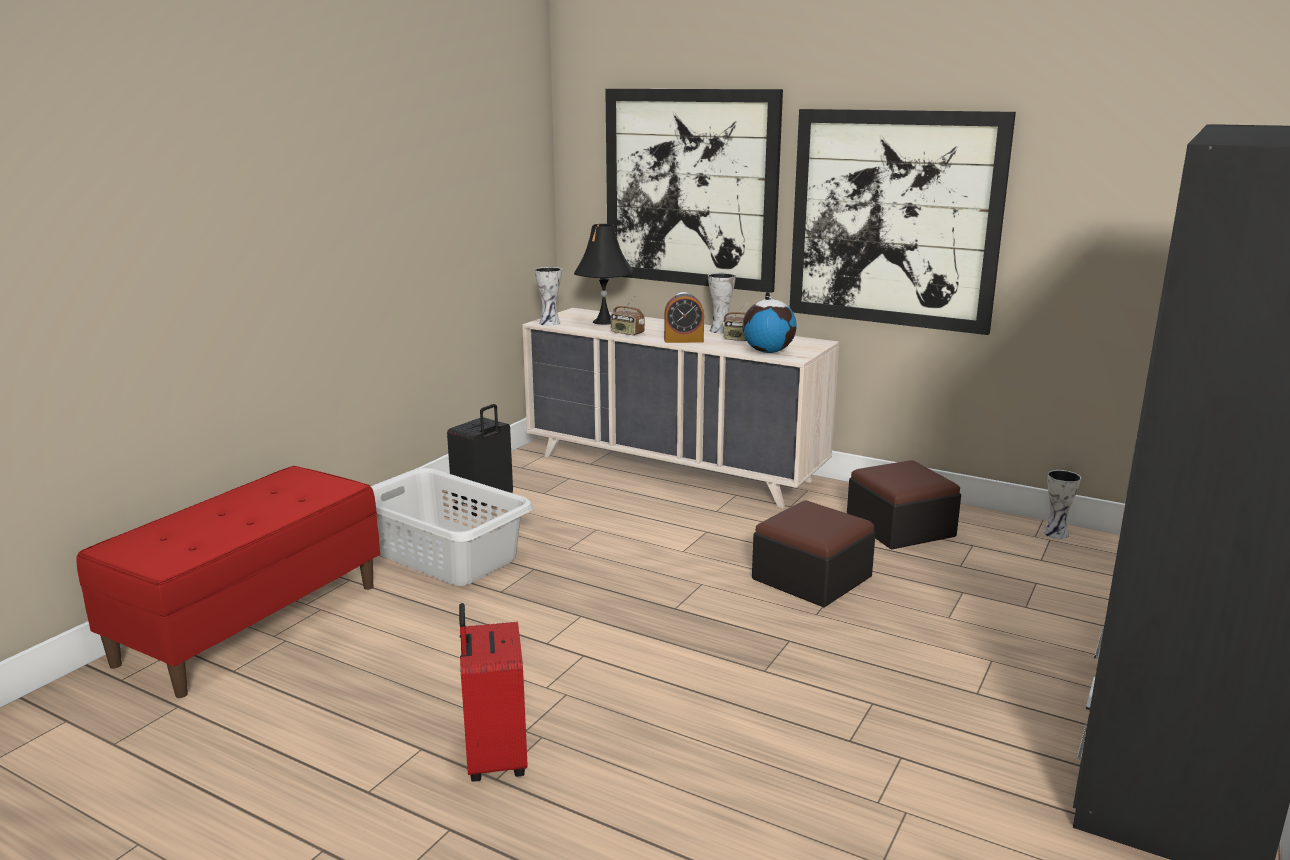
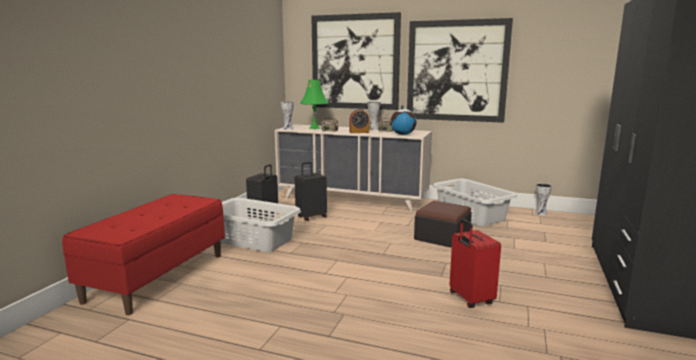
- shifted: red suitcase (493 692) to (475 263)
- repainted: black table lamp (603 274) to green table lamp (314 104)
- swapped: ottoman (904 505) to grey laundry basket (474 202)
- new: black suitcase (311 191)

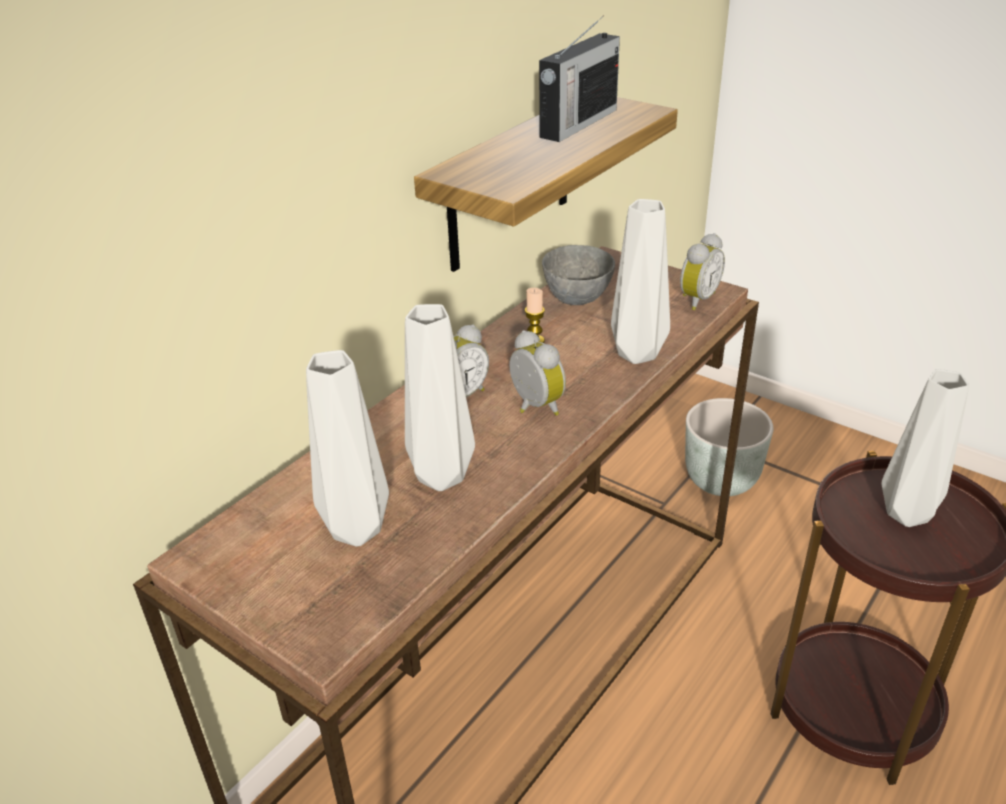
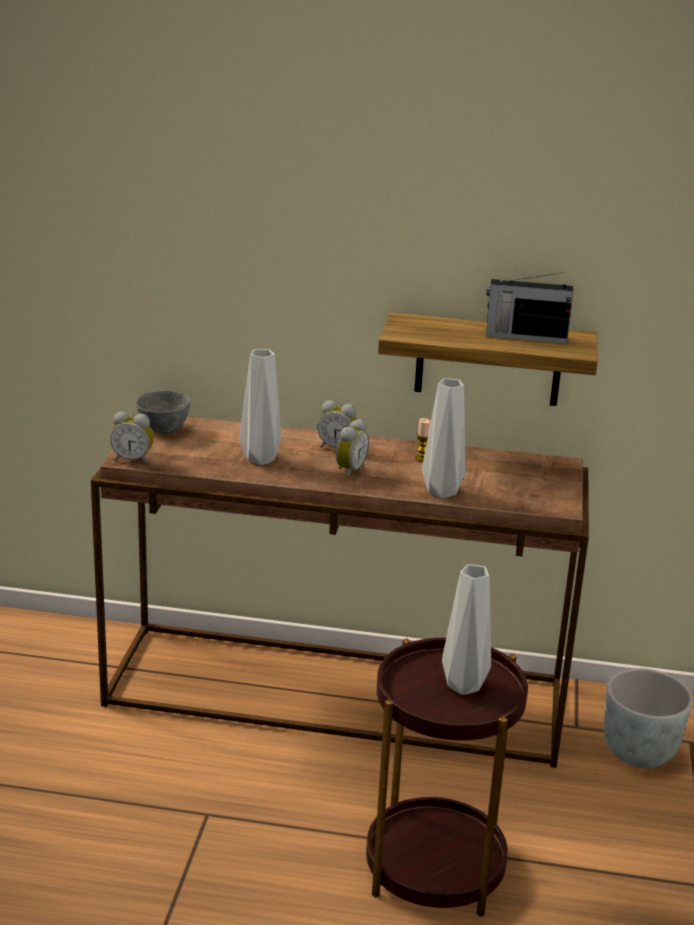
- gone: grey vase (347 448)
- shifted: grey bowl (578 275) to (163 412)
- shifted: alarm clock (702 271) to (132 438)

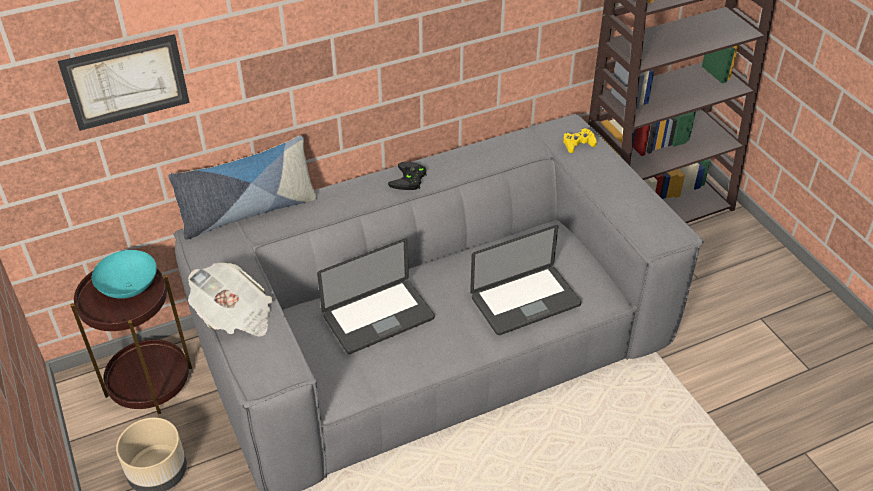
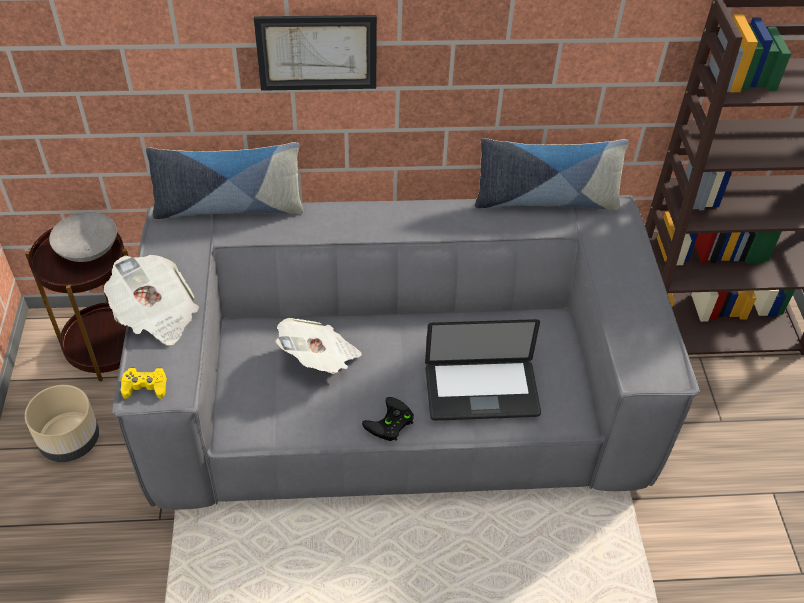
- shifted: picture (124 82) to (315 53)
- repainted: turquoise bowl (124 274) to grey bowl (83 237)
- swapped: laptop (376 296) to newspaper (318 346)
- shifted: black game controller (407 175) to (388 419)
- shifted: yellow game controller (580 140) to (144 383)
- new: pillow (552 174)

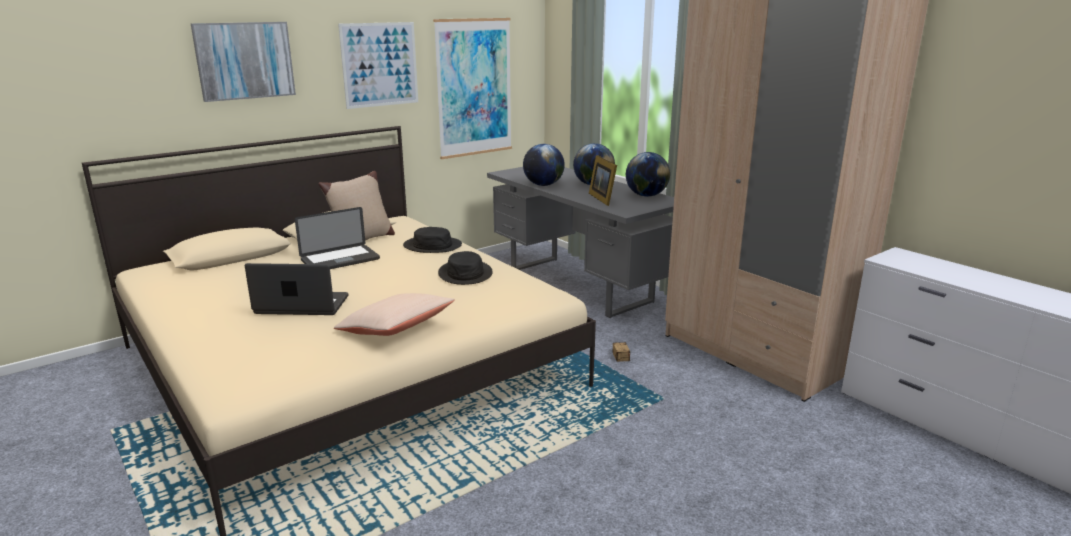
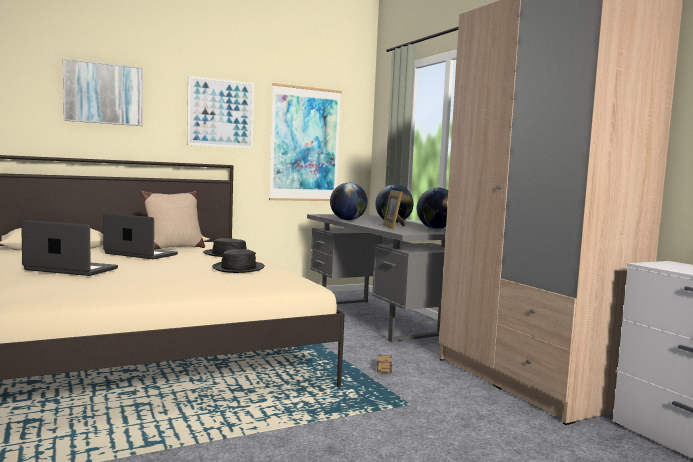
- rotated: laptop (337 238) = (140 236) 135 degrees counterclockwise
- gone: beige pillow (394 314)

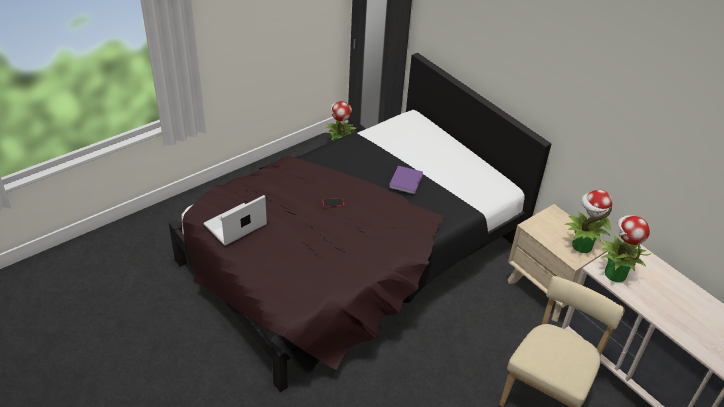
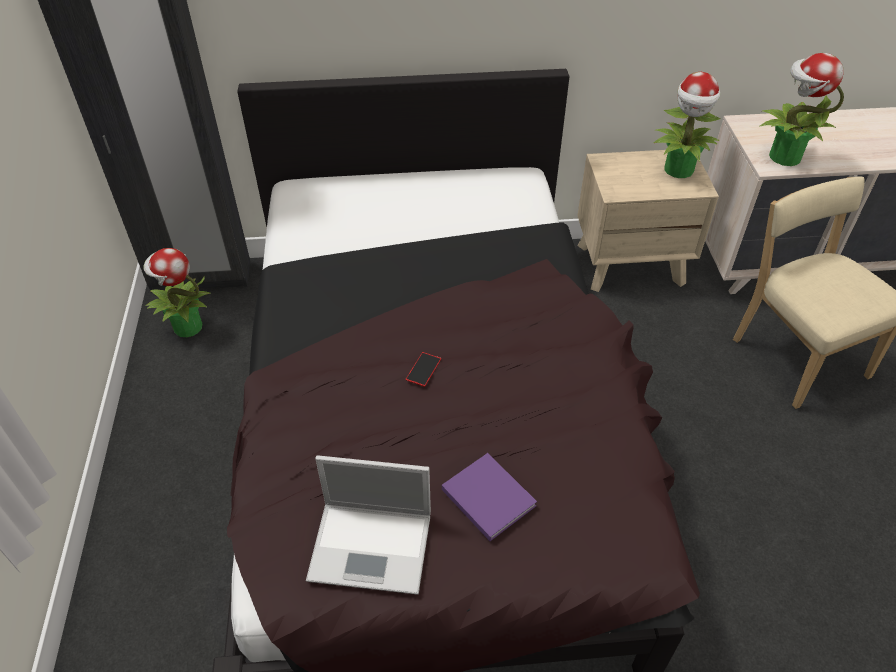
- rotated: laptop (235 220) = (368 525) 75 degrees counterclockwise
- shifted: purple book (406 180) to (489 497)

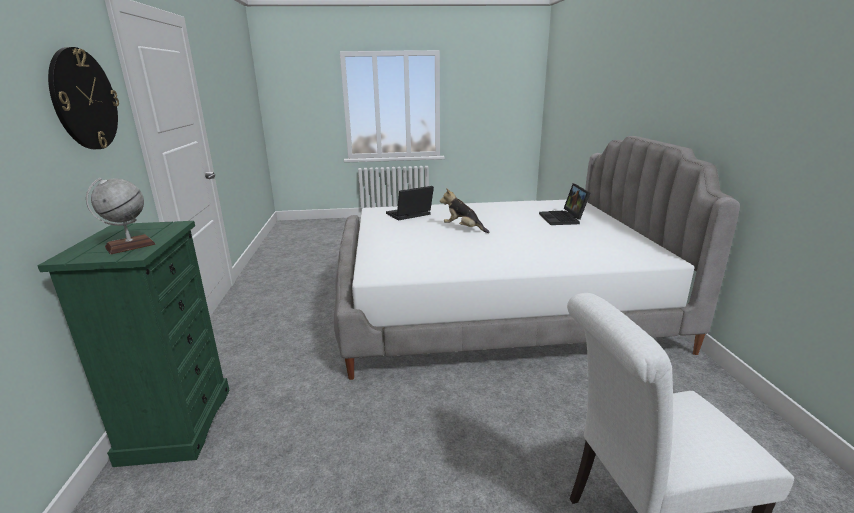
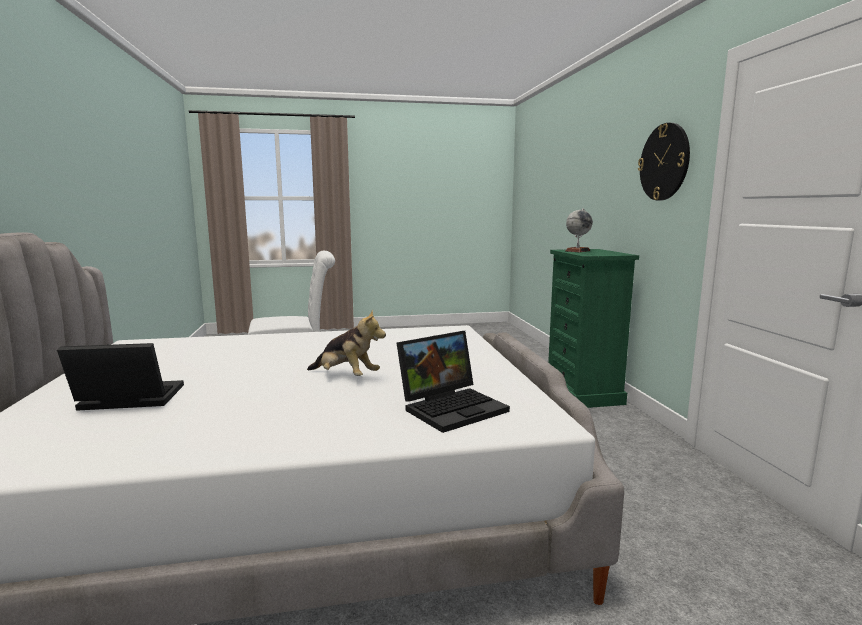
- rotated: laptop (564 204) = (120 377) 90 degrees counterclockwise

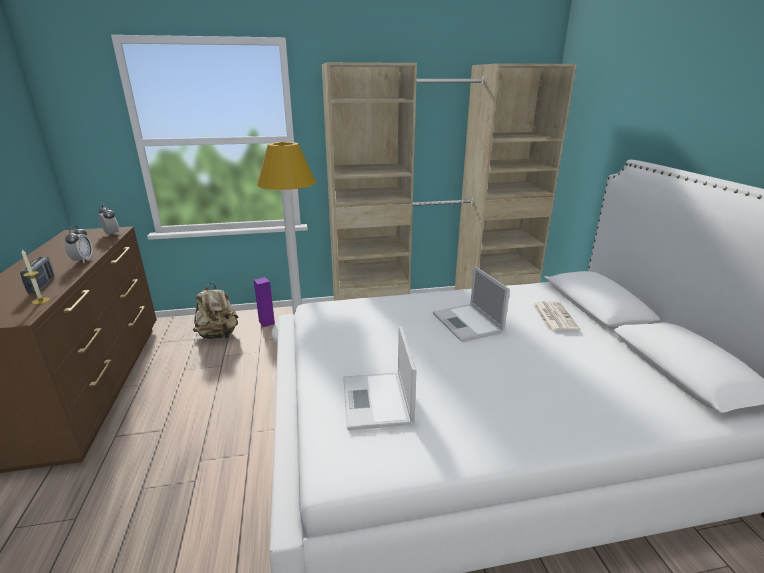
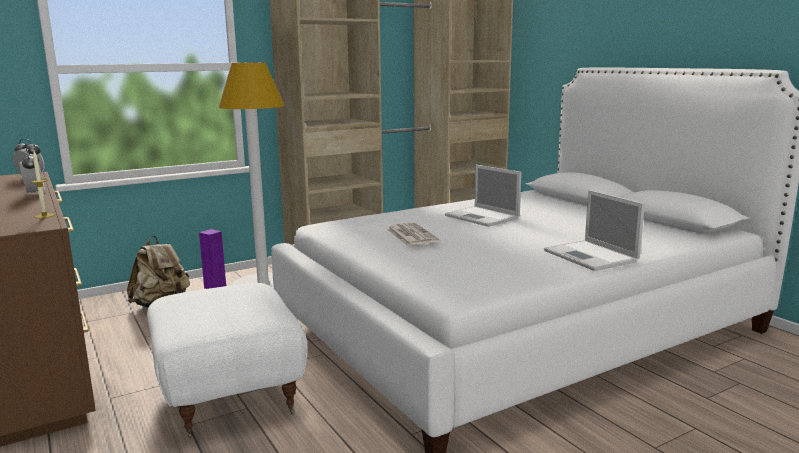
- gone: radio (37 275)
- shifted: laptop (380 378) to (594 230)
- shifted: newspaper (556 316) to (413 234)
- new: white ottoman (227 360)

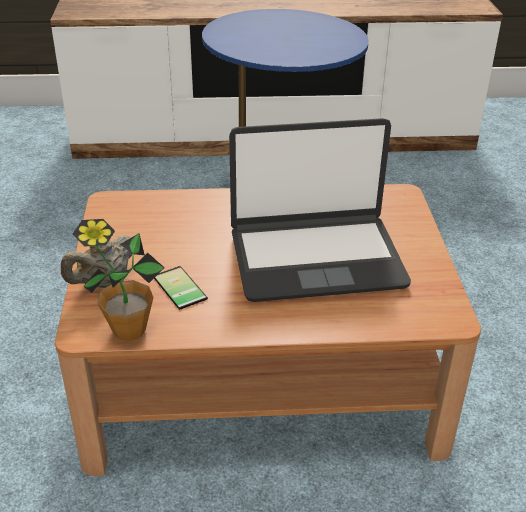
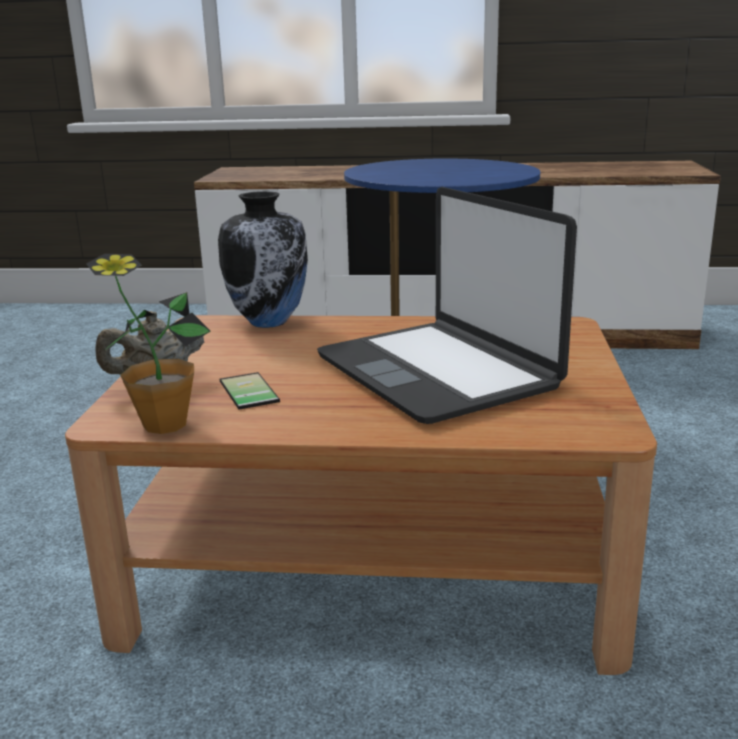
- rotated: laptop (320 210) = (447 305) 60 degrees clockwise
- new: vase (263 259)

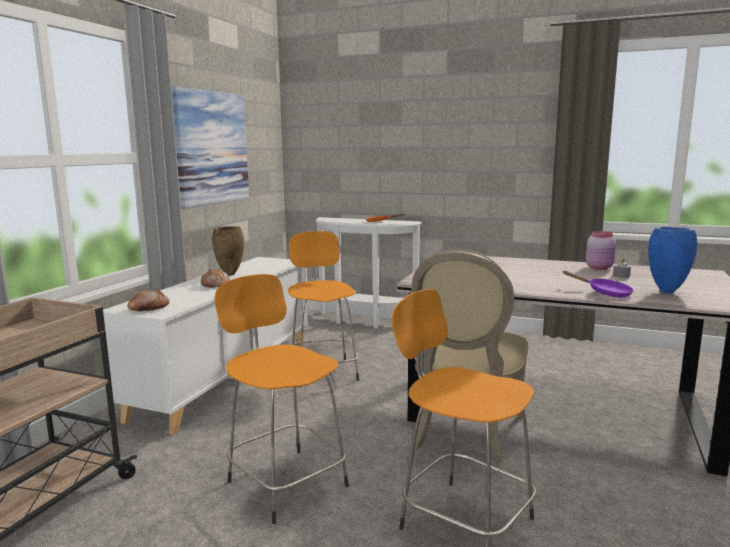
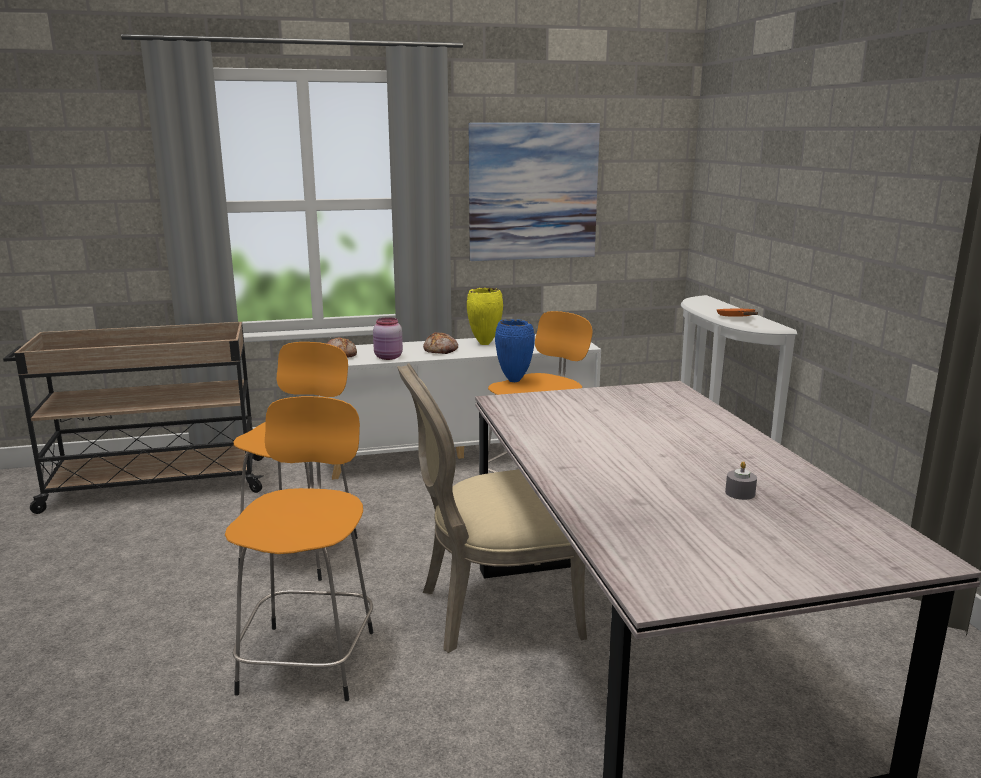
- repainted: brown vase (228 251) to yellow vase (485 316)
- gone: purple frying pan (598 284)
- shifted: pink jar (601 250) to (388 338)
- shifted: blue vase (672 260) to (515 350)

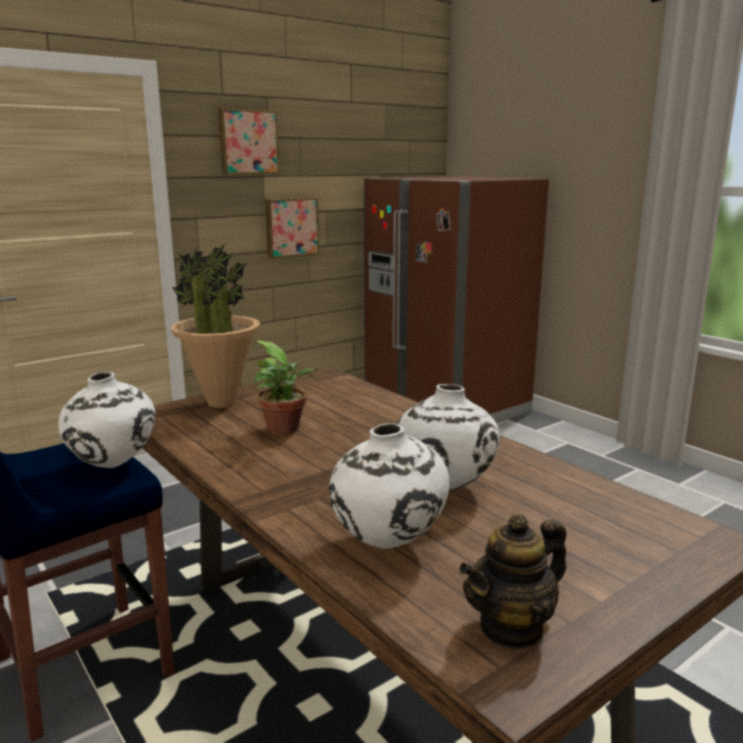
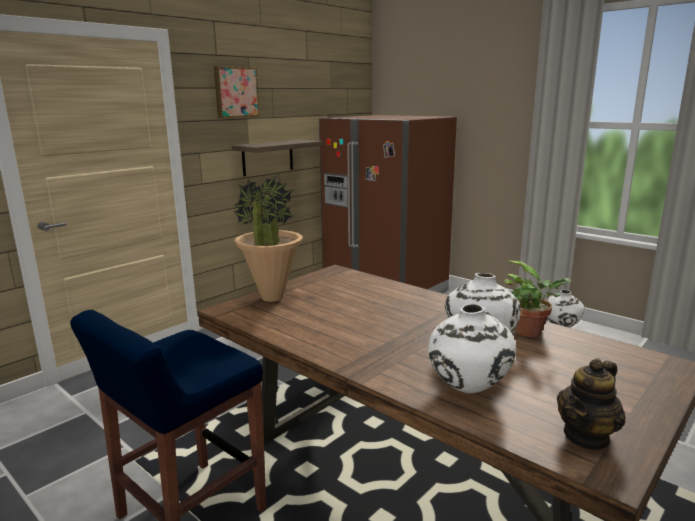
- shifted: white vase (106 420) to (566 308)
- shifted: potted plant (286 388) to (537 299)
- swapped: picture (292 228) to shelf (277 157)

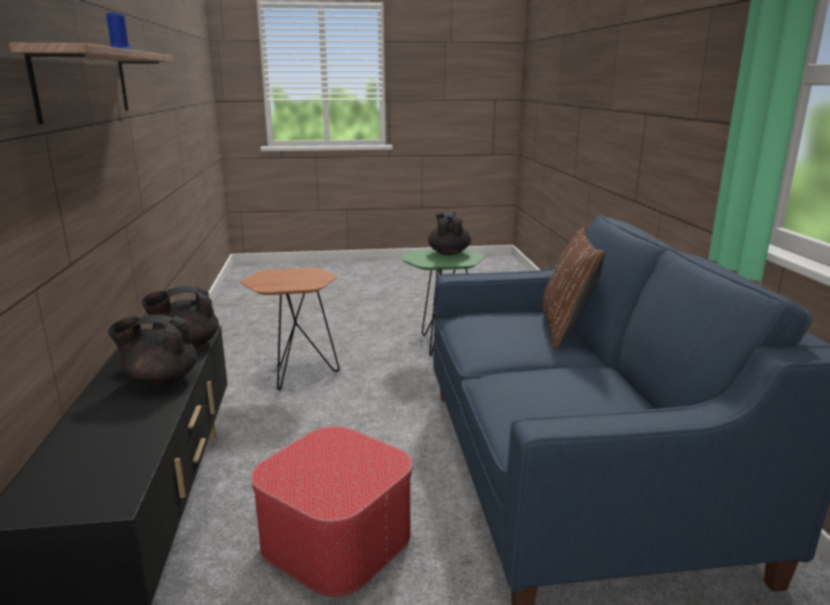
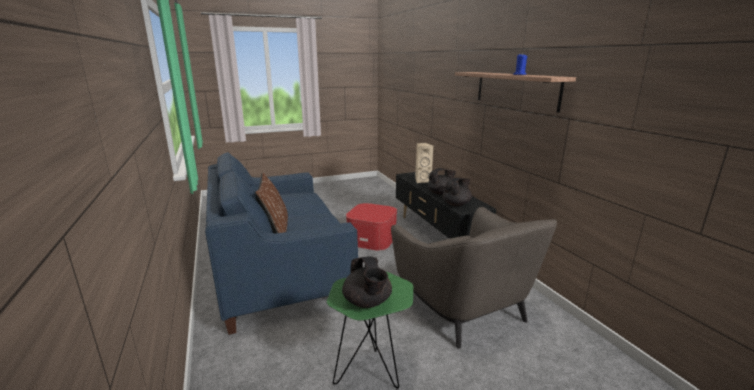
- swapped: brown side table (290 328) to grey armchair (474 278)
- new: beige speaker (424 163)

